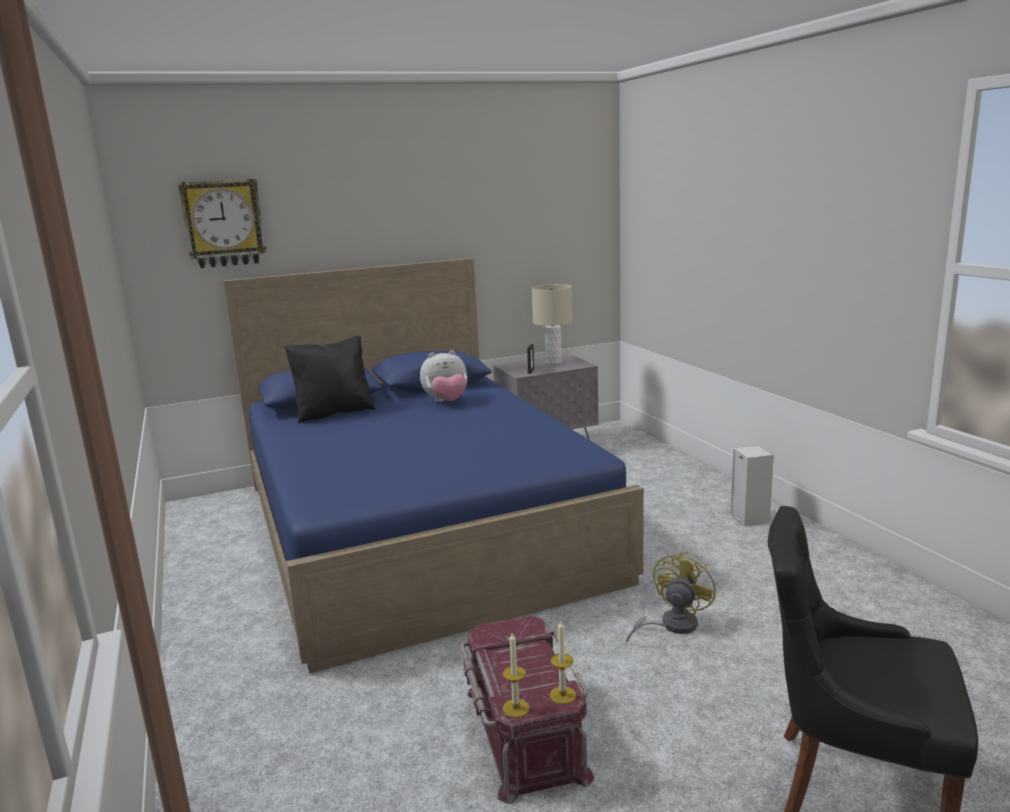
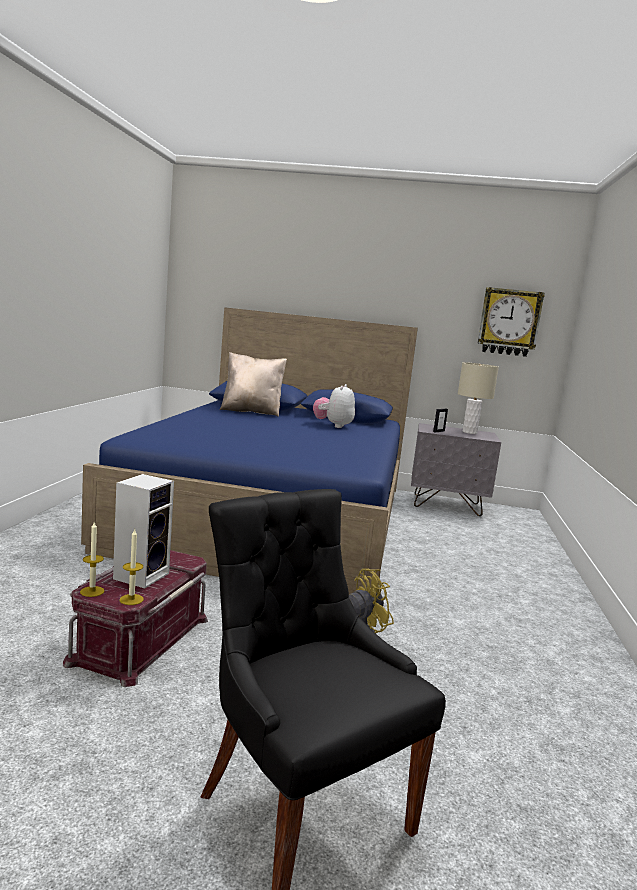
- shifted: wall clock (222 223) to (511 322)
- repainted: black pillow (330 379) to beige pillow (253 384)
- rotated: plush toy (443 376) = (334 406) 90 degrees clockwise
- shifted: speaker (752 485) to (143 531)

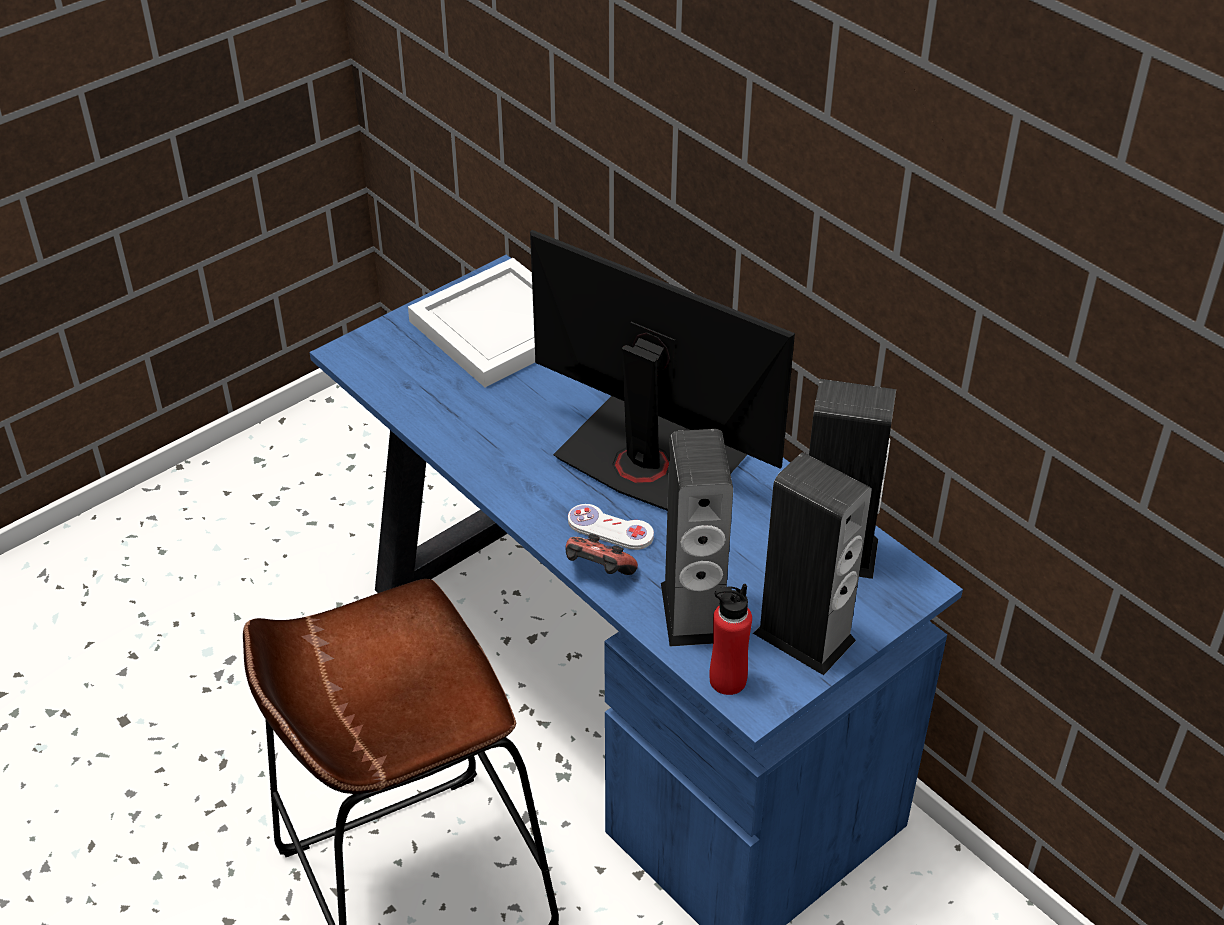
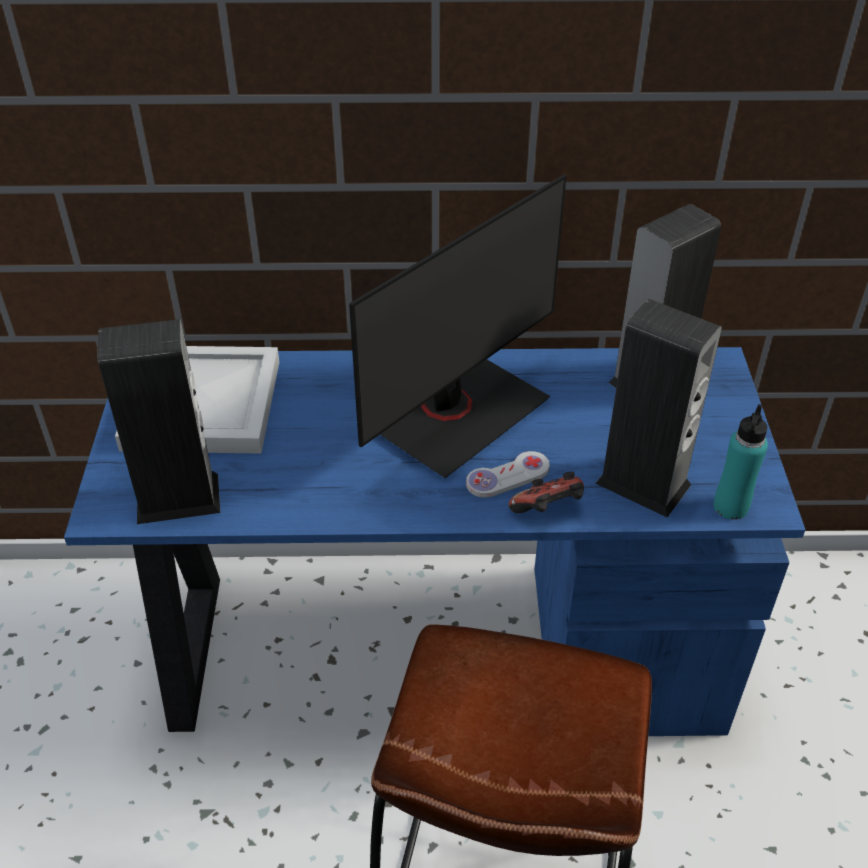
- rotated: monitor (662 370) = (458 326) 150 degrees clockwise
- repainted: red bottle (730 639) to turquoise bottle (741 462)
- shifted: speaker (812 563) to (158 421)

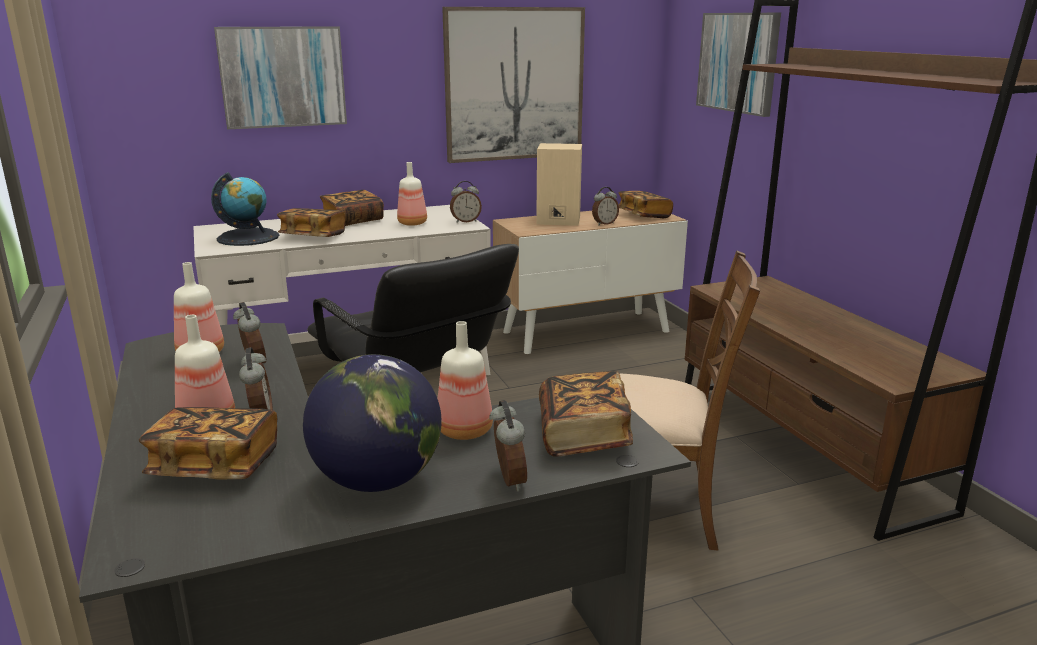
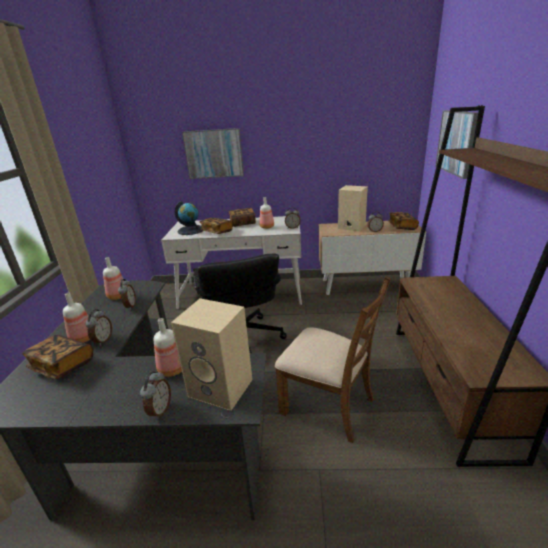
- gone: globe (372 423)
- gone: picture (513 85)
- swapped: book (586 414) to beige speaker (212 354)

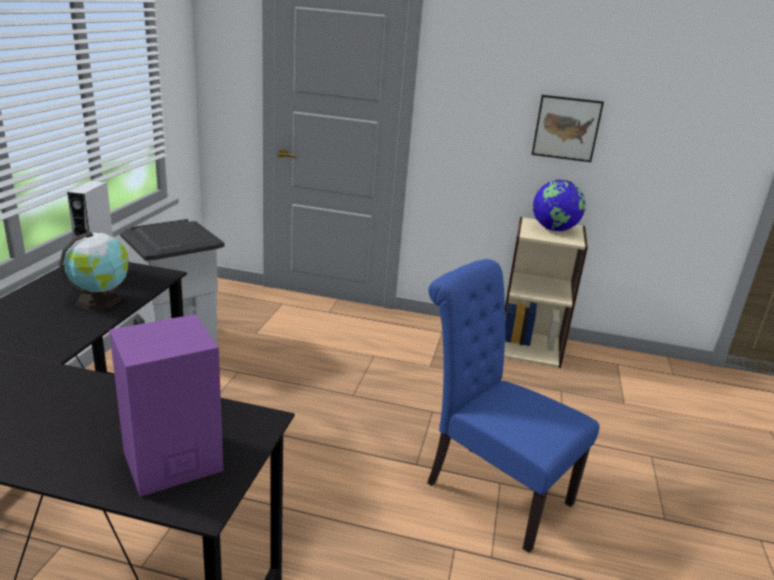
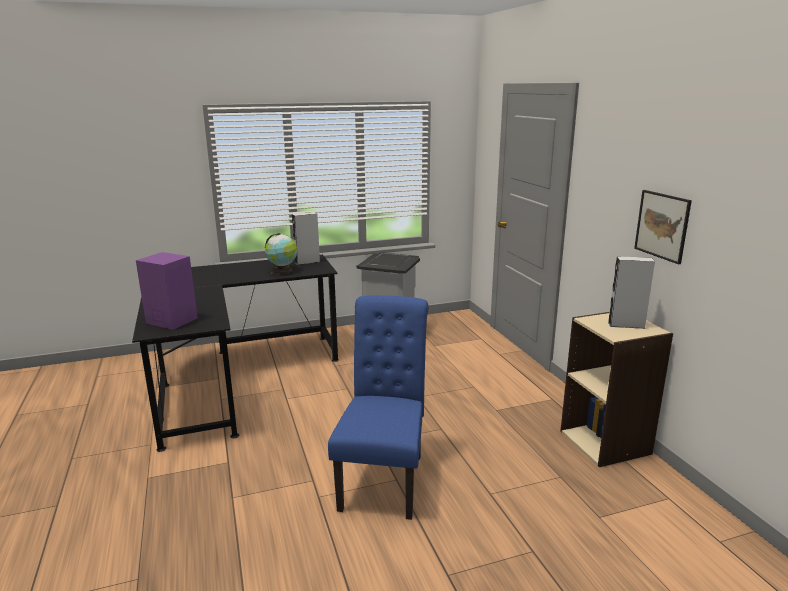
- swapped: globe (559 205) to grey speaker (631 292)

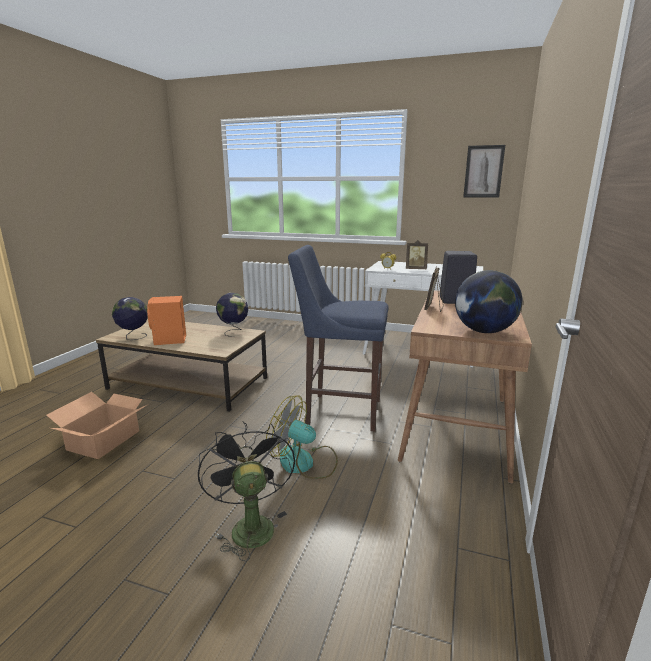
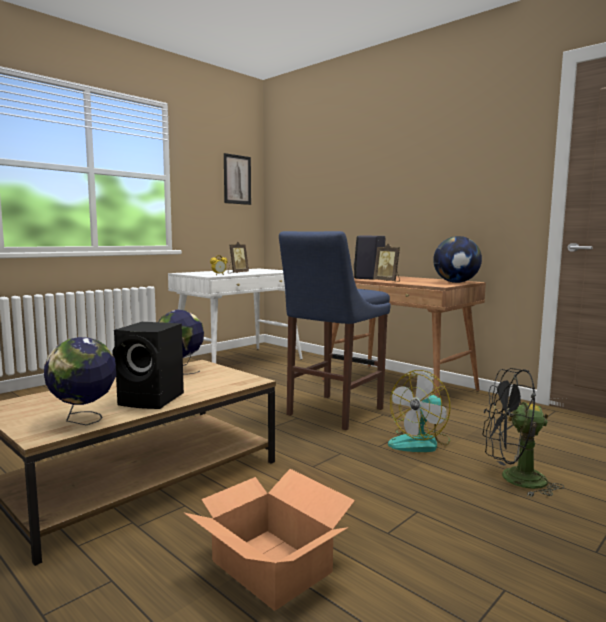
- repainted: orange speaker (166 320) to black speaker (148 365)

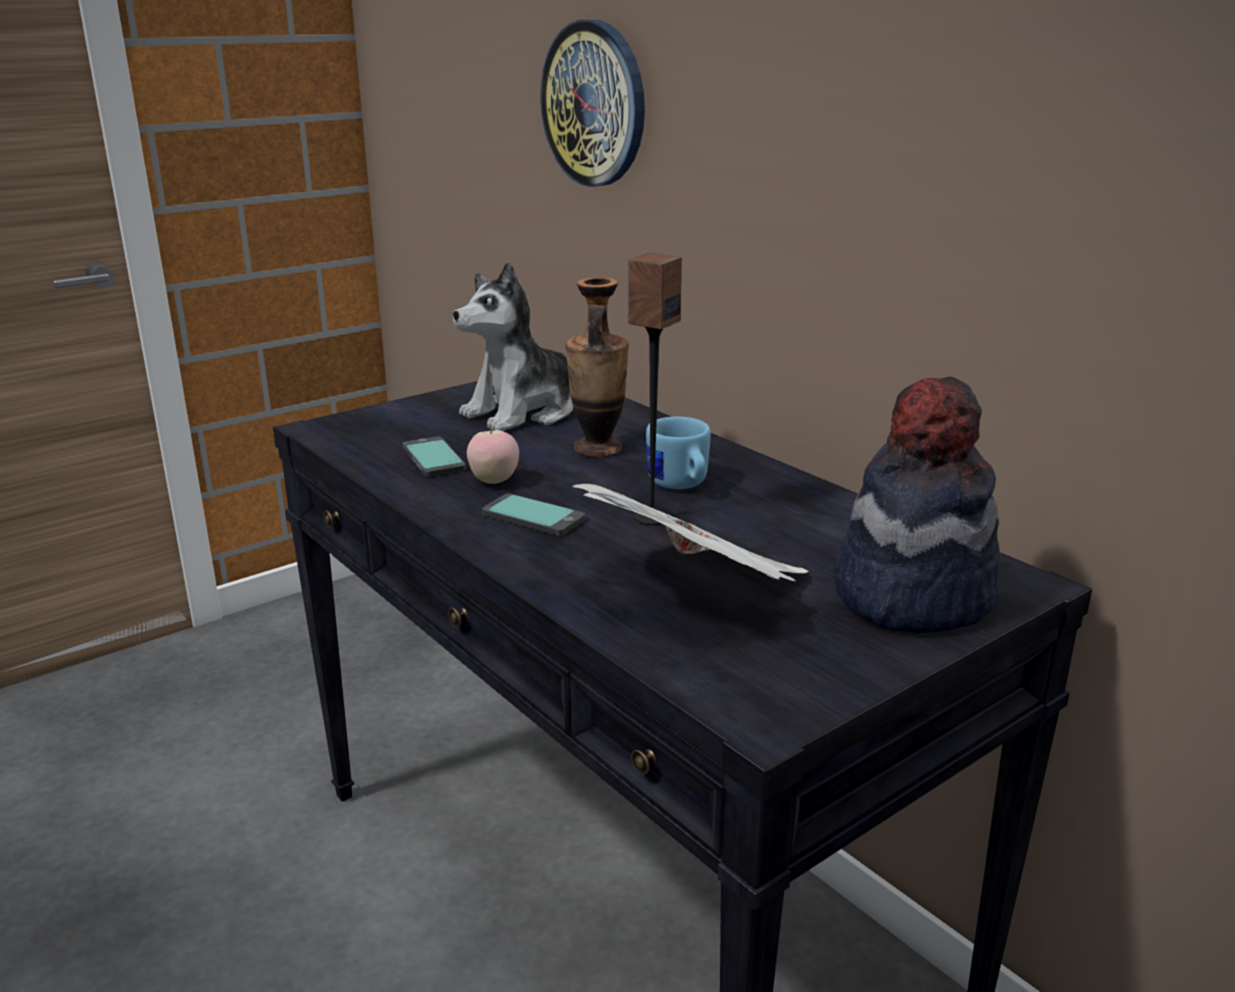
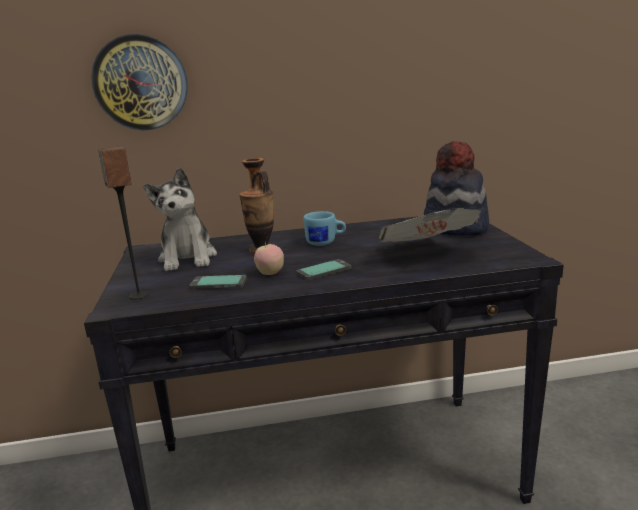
- shifted: speaker (655 389) to (123 222)

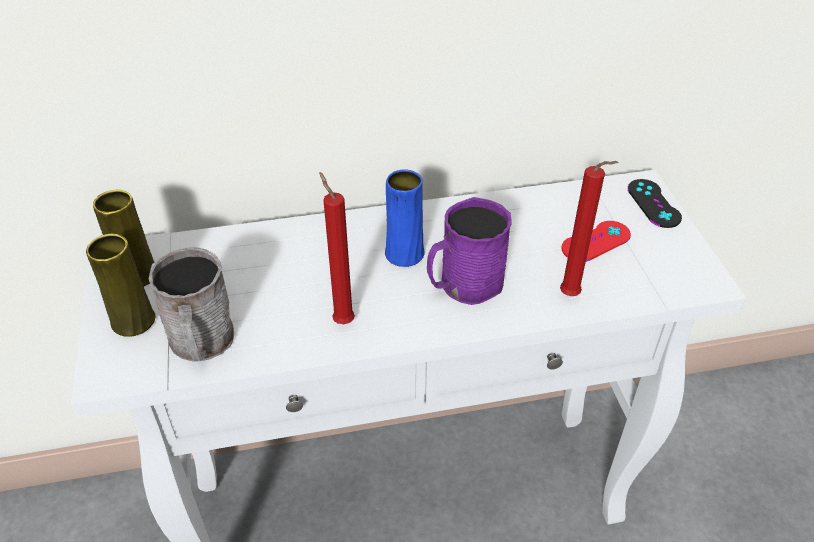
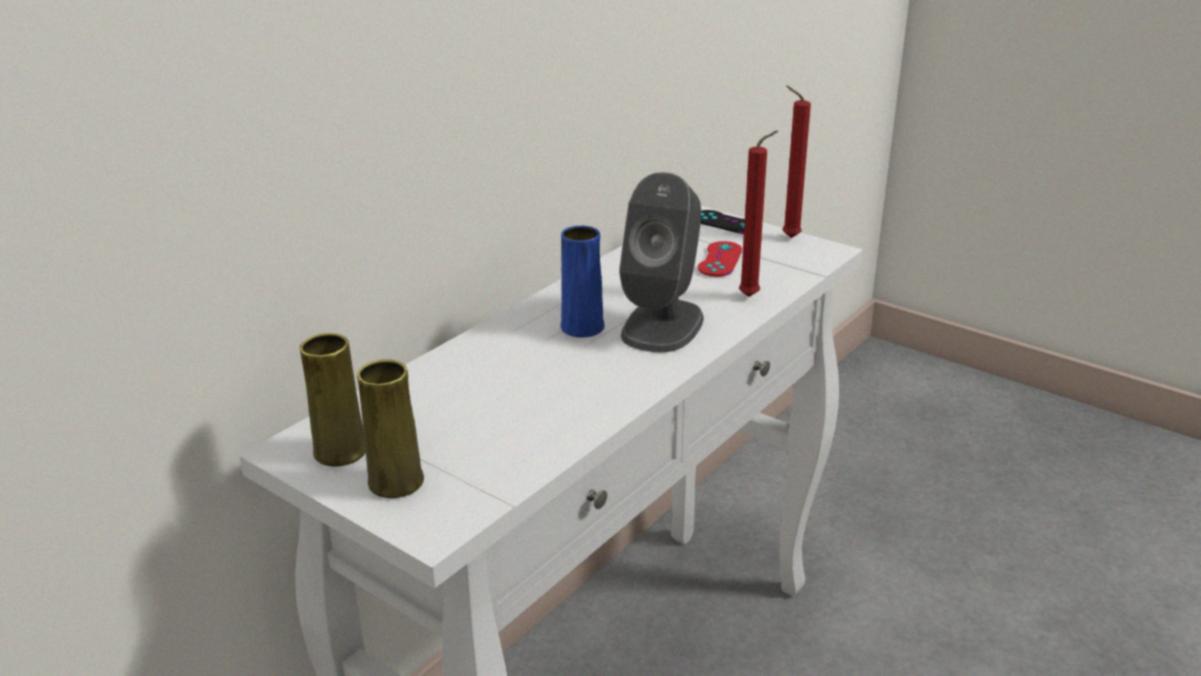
- gone: grey mug (191 304)
- shifted: red candle (337 248) to (796 162)
- swapped: purple mug (469 251) to grey speaker (661 262)

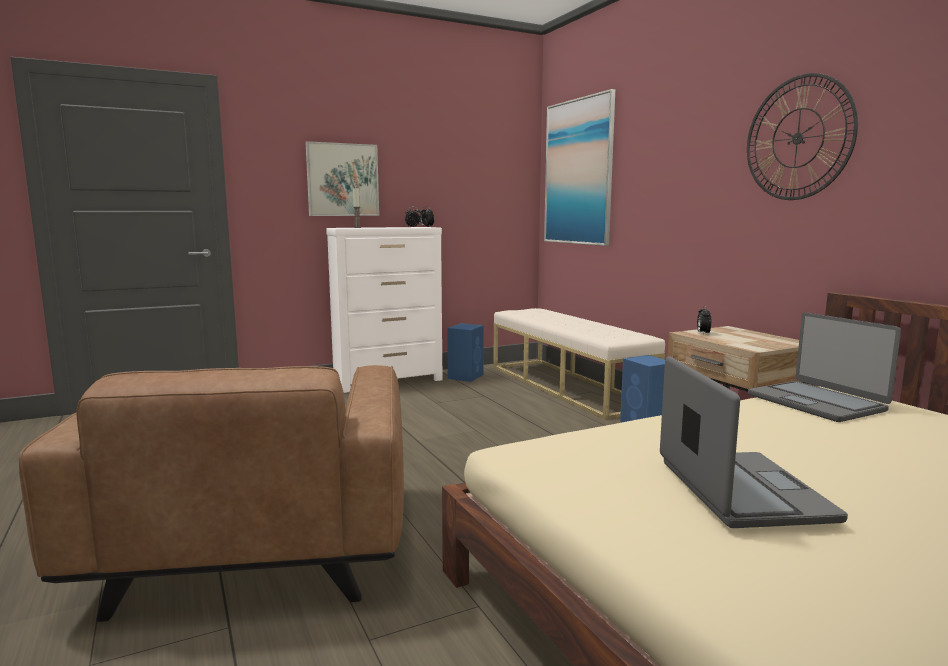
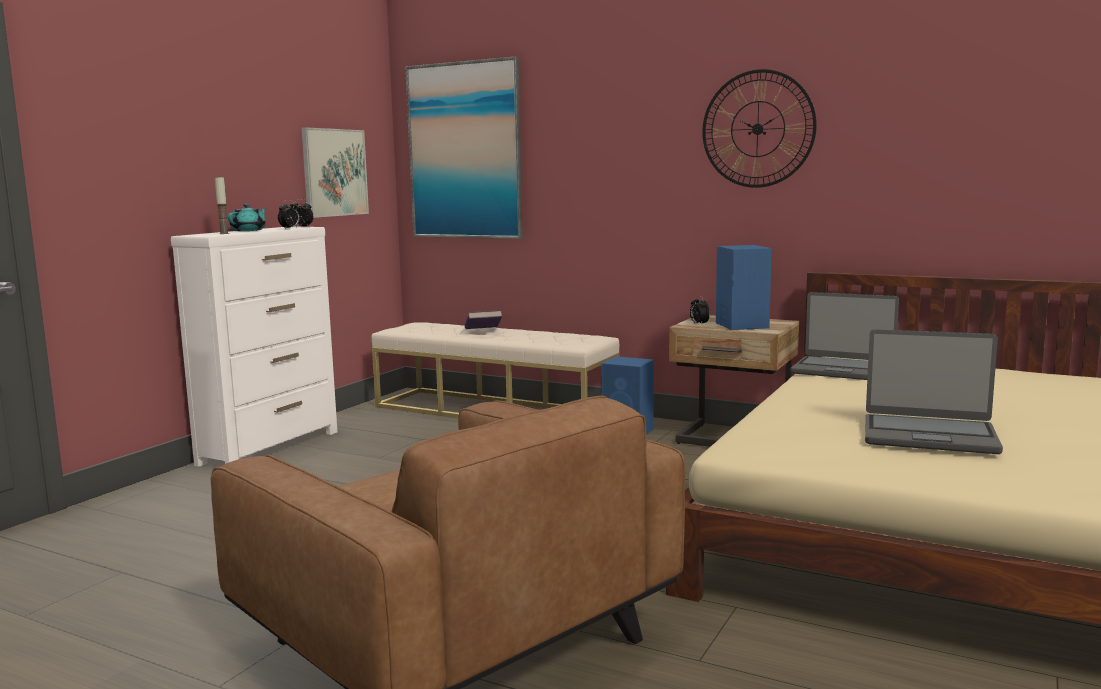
- shifted: picture (342 178) to (335 172)
- shifted: blue speaker (465 352) to (744 287)
- rotated: laptop (754 442) = (934 391) 150 degrees clockwise
- new: turquoise teapot (247 217)
- new: purple book (483 319)

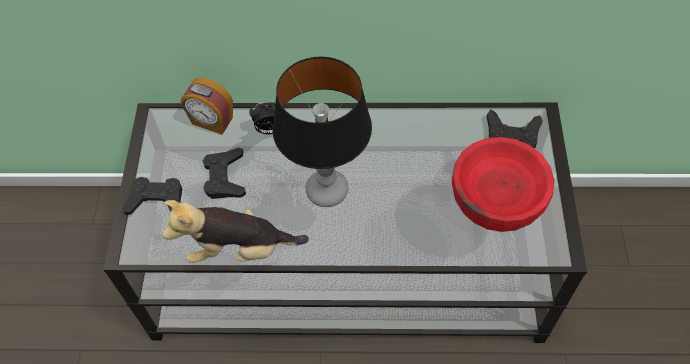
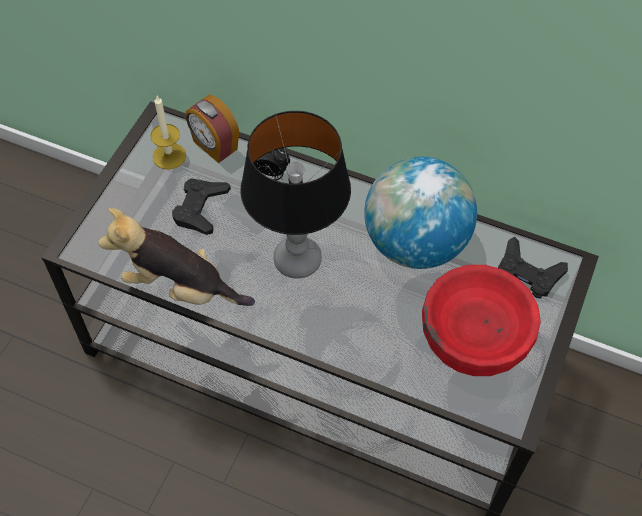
- gone: black game controller (152 196)
- new: candle (168 133)
- new: globe (420 213)

